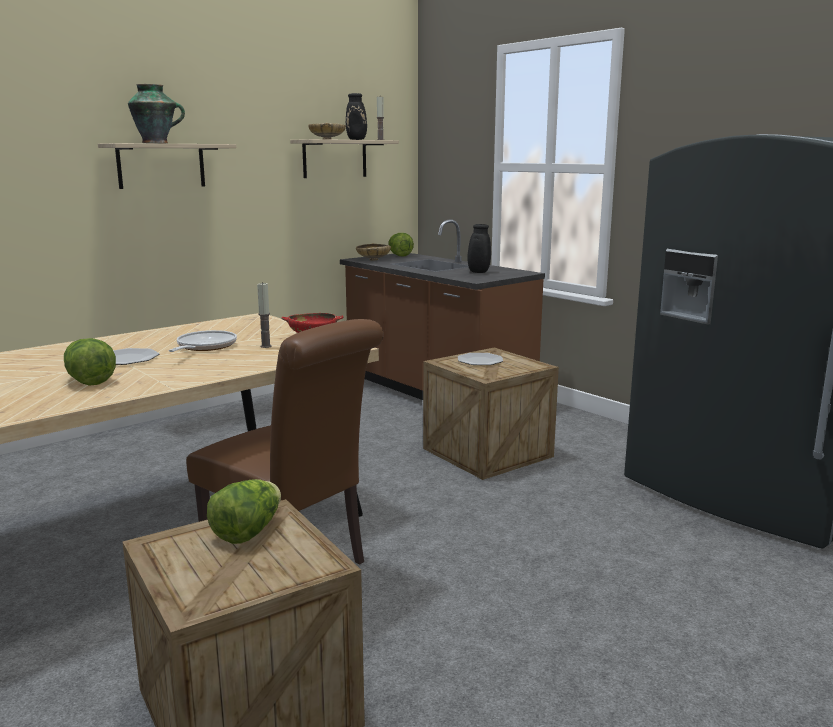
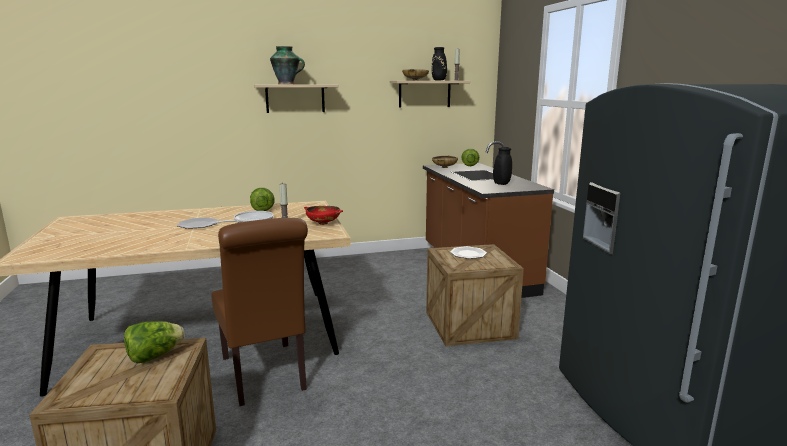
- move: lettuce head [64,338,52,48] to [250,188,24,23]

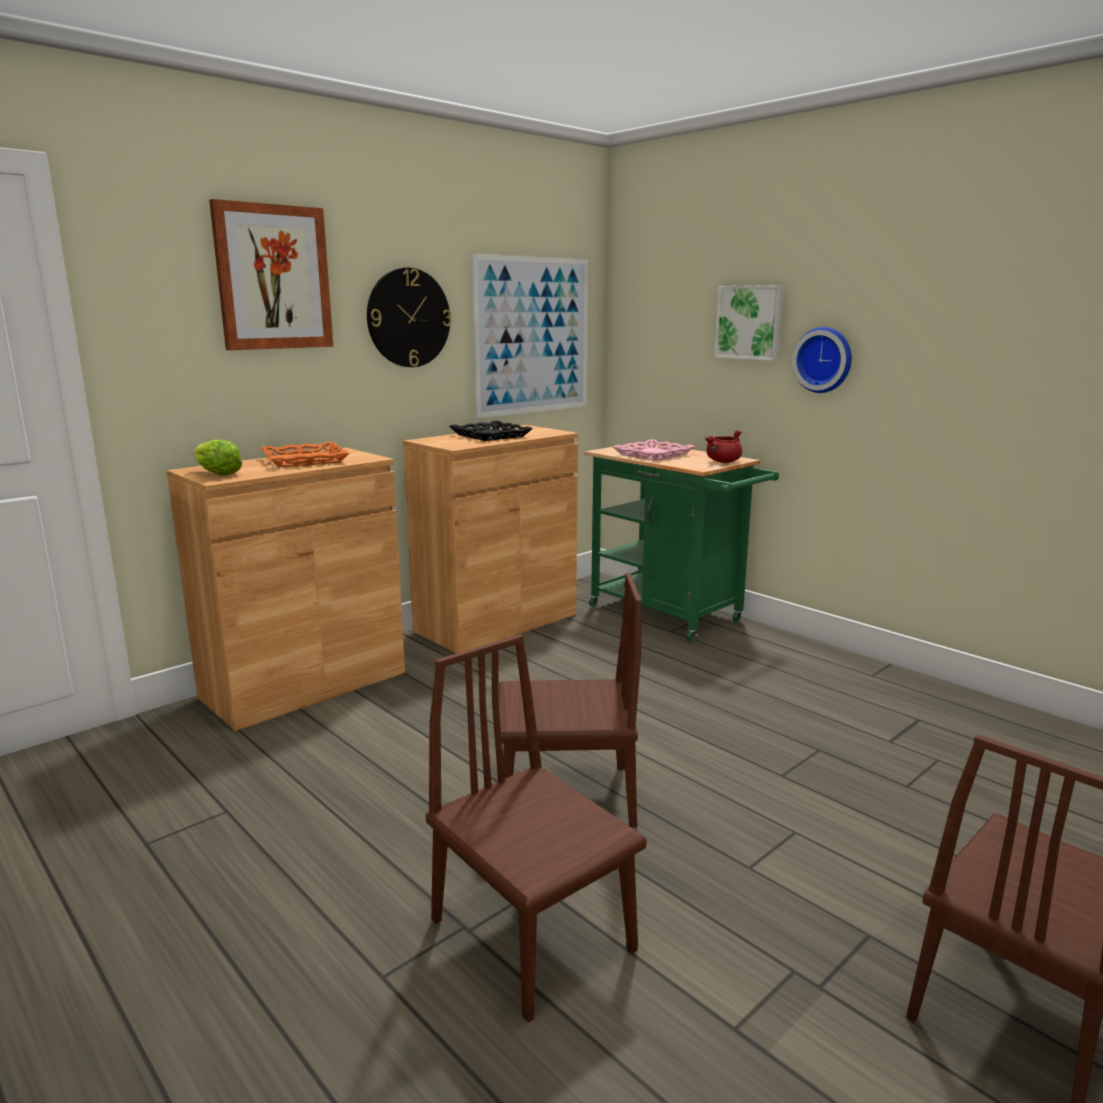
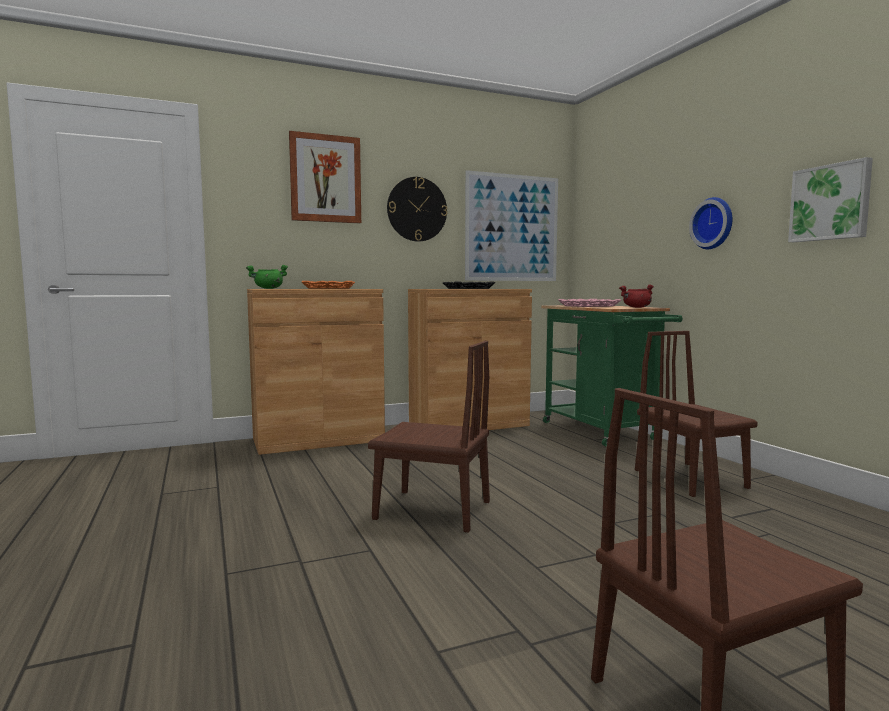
- replace: lettuce head [193,440,49,36] to cooking pot (green) [246,265,42,24]
- move: plain chair (brown-coloured) [426,634,221,389] to [635,331,123,166]
- move: wall picture [714,285,70,76] to [788,157,85,85]

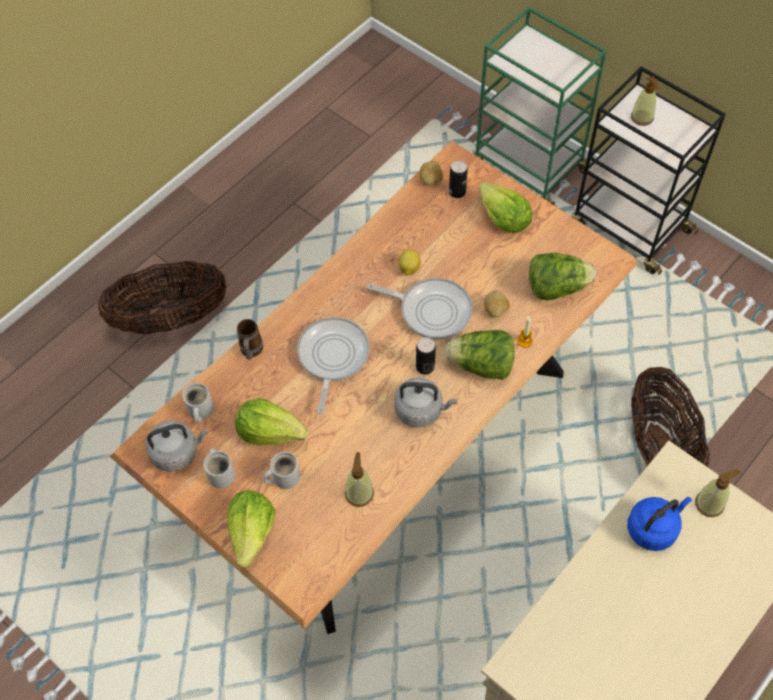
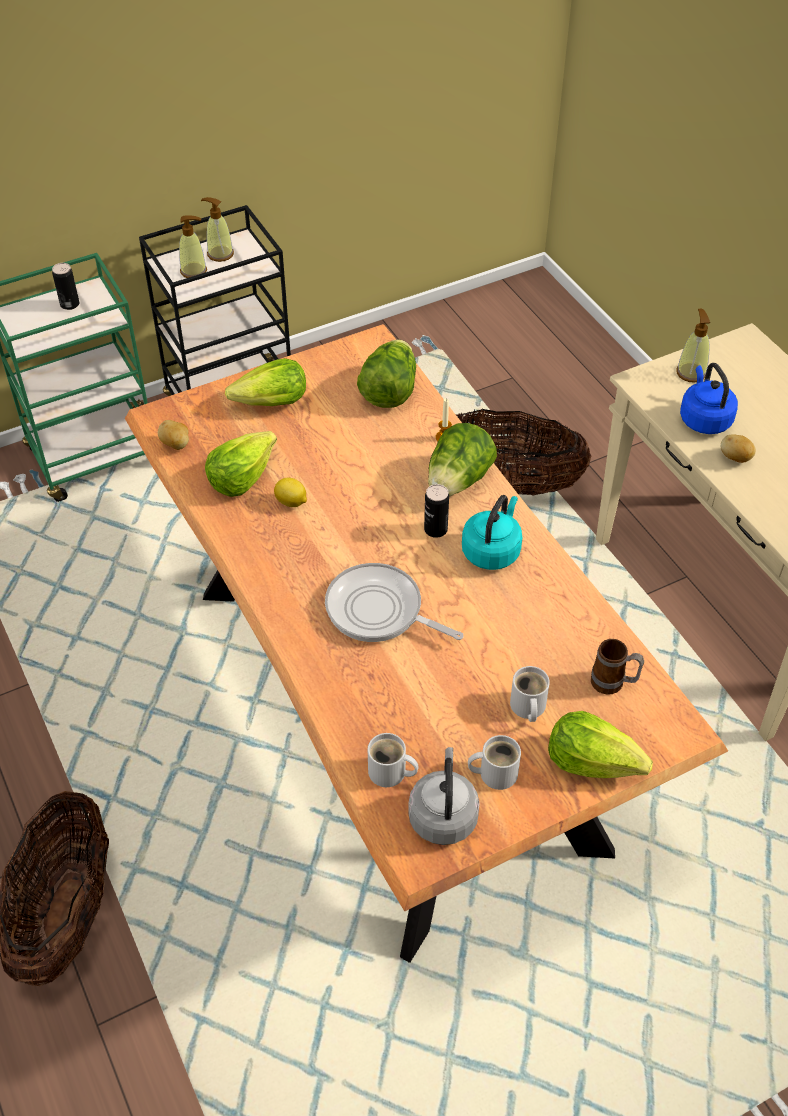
- move: metal can [449,160,19,38] to [52,263,27,47]
- move: soap dispenser [345,452,29,55] to [201,197,33,65]
- move: lettuce head [235,398,73,47] to [205,431,72,66]
- recolor: tea kettle (gray) [394,378,63,50] to tea kettle (turquoise-coloured) [462,495,60,75]
- move: tea mug [237,319,26,41] to [591,639,53,56]
- move: whole potato [484,290,26,28] to [721,434,35,29]
- delete: frying pan [367,278,105,62]

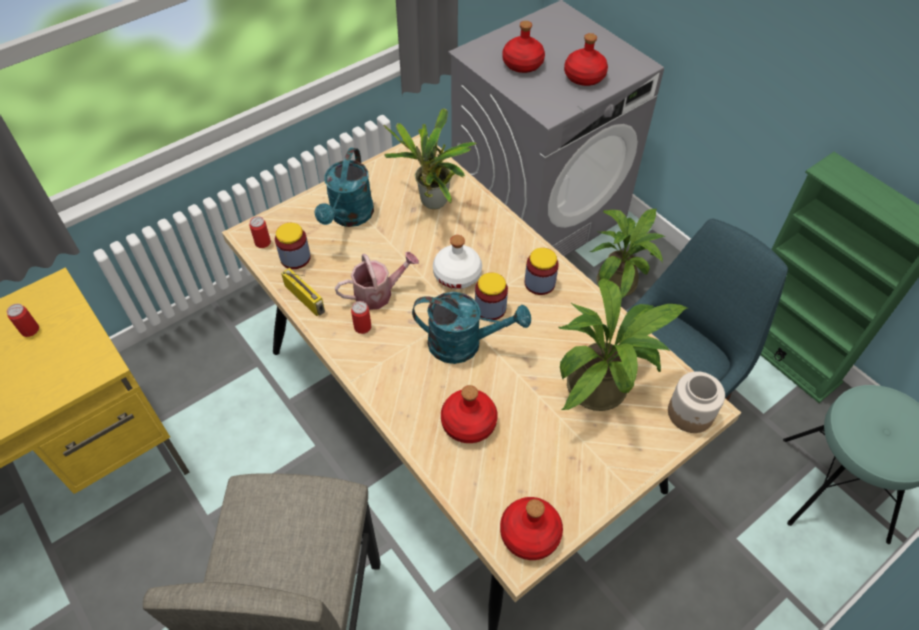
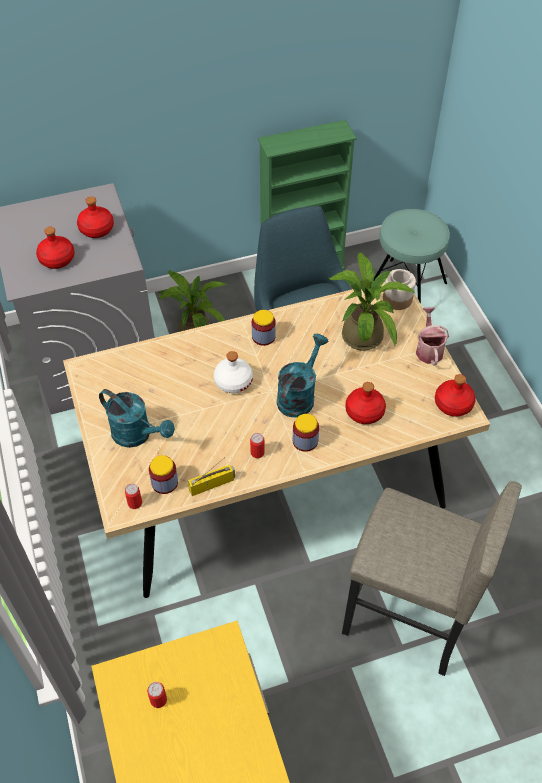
- move: preserve jar [475,272,33,48] to [293,414,26,38]
- move: sprinkling can [335,252,84,58] to [416,308,33,58]
- delete: potted plant [383,108,94,101]

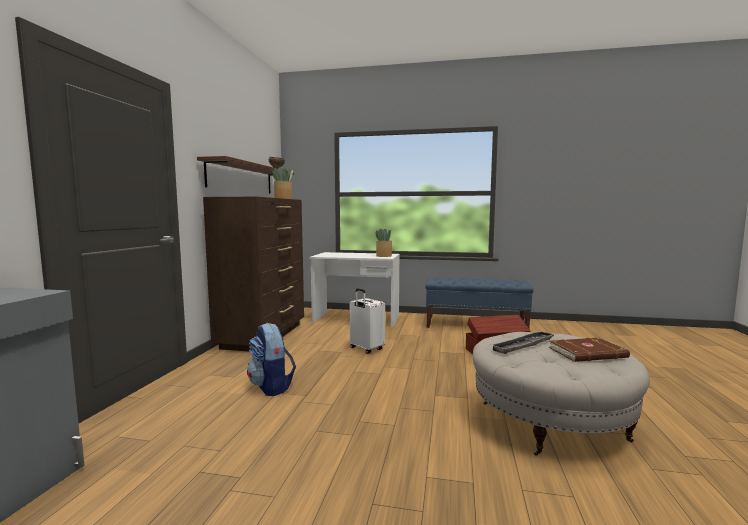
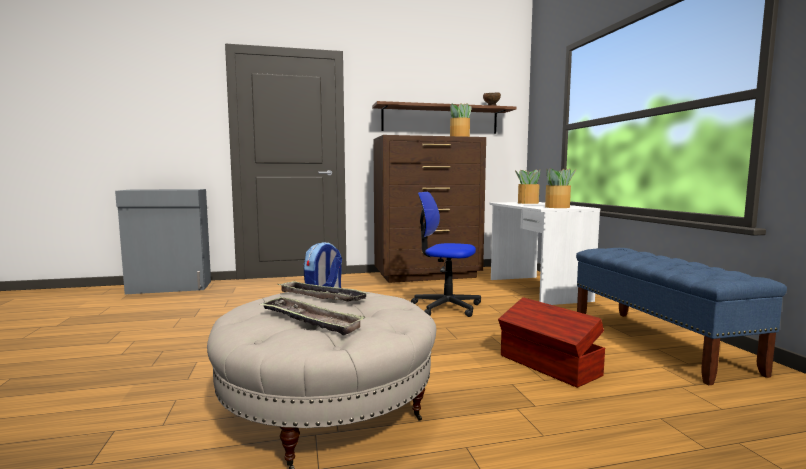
- replace: book (brown-coloured) [549,338,81,24] to serving tray [259,297,106,38]
- replace: piece of luggage (white-coloured) [350,288,35,66] to desk chair [411,192,70,125]
- insert: potted plant [515,169,25,35]

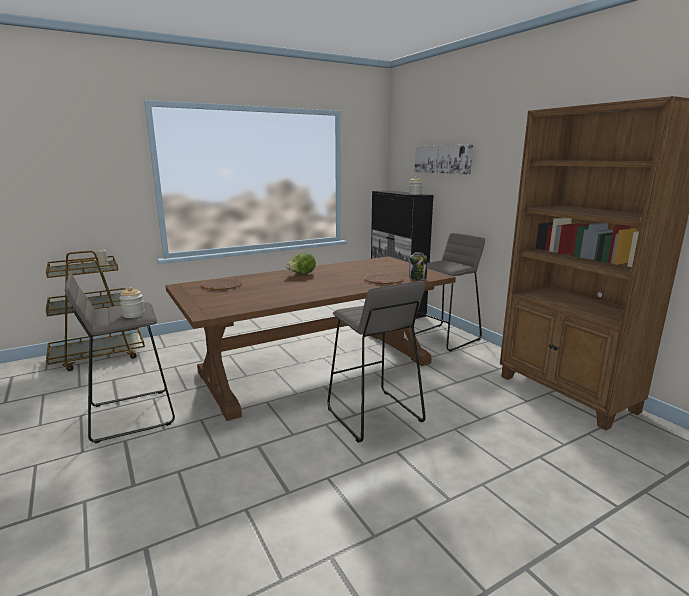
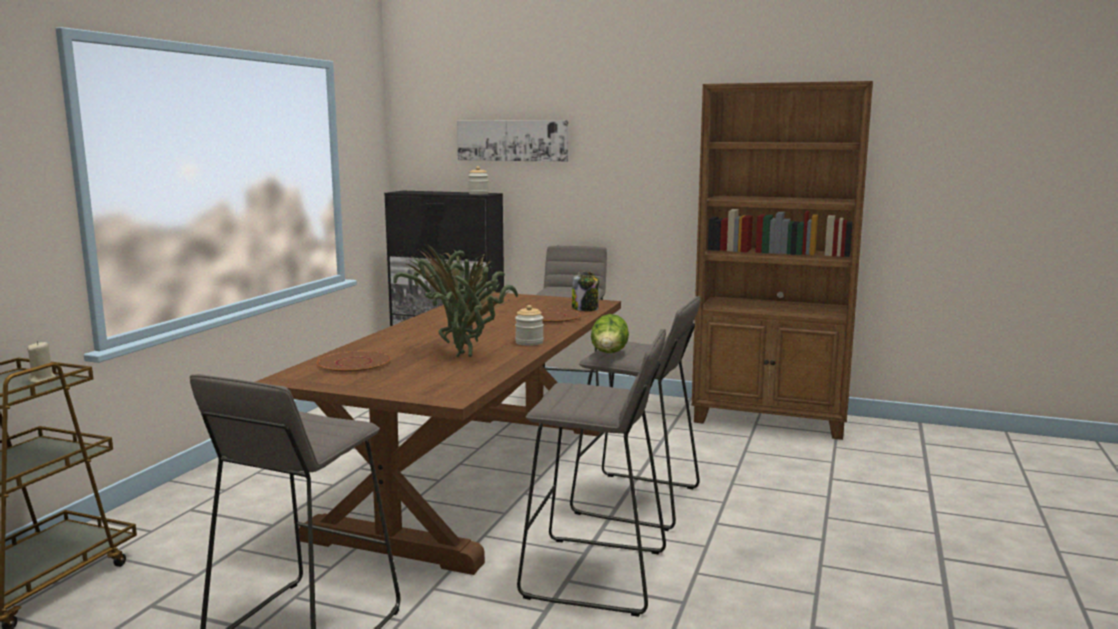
- insert: potted plant [393,242,125,115]
- move: preserve jar [119,287,26,31] to [515,305,29,41]
- insert: sitting stool (gray) [517,329,149,288]
- move: lettuce head [286,253,30,21] to [591,314,38,39]

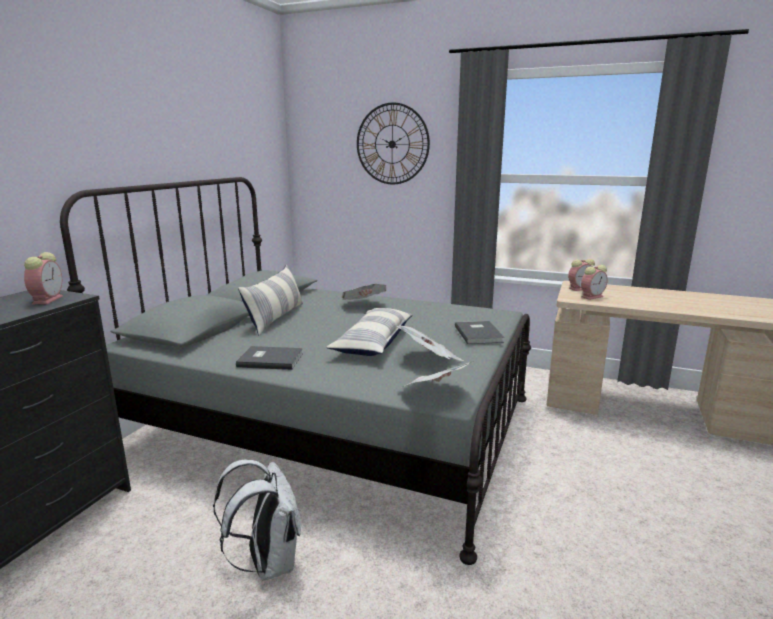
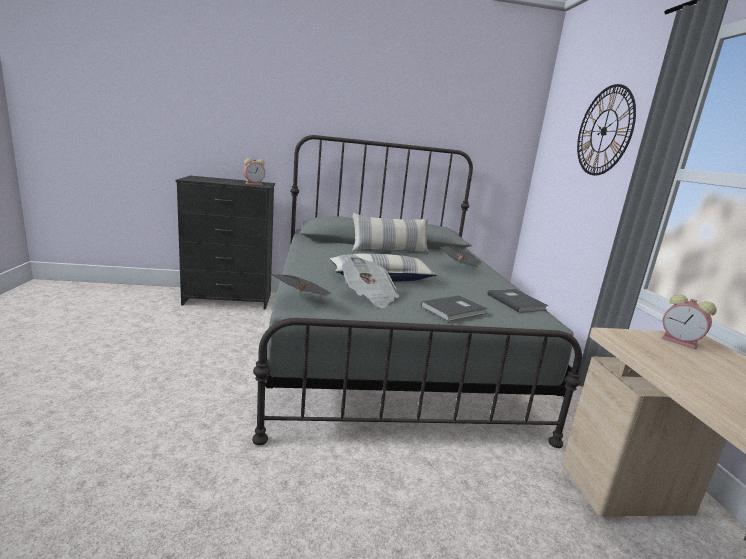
- move: book (gray) [236,346,67,24] to [487,289,61,24]
- delete: knapsack (white-coloured) [213,460,88,121]
- delete: alarm clock [581,265,27,35]

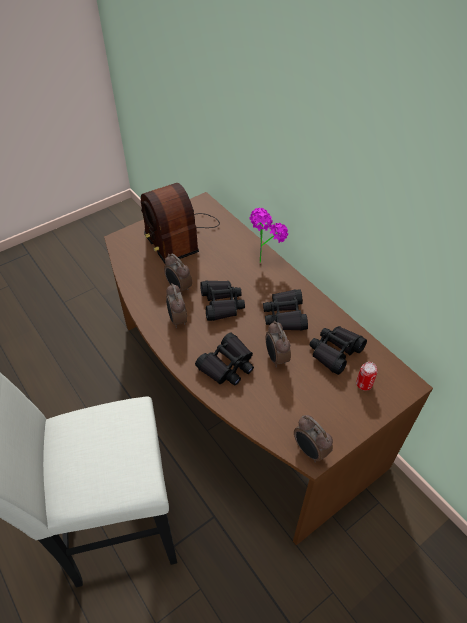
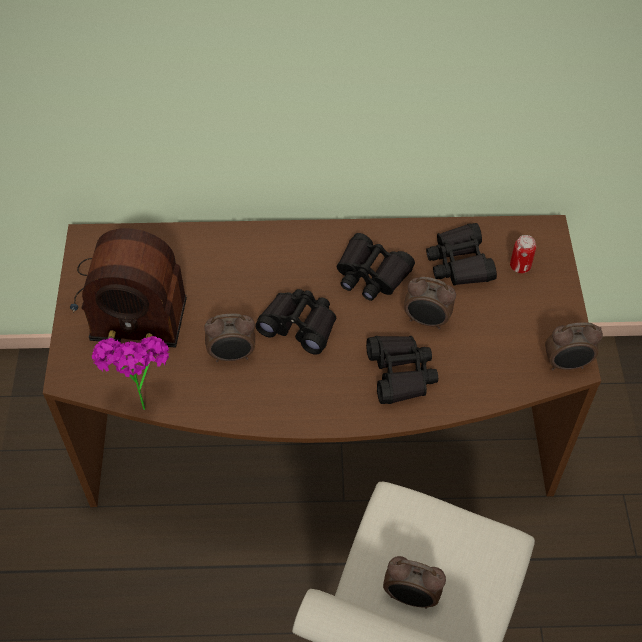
- move: potted plant [250,208,38,55] to [92,336,77,74]
- move: alarm clock [166,283,21,45] to [383,556,63,53]

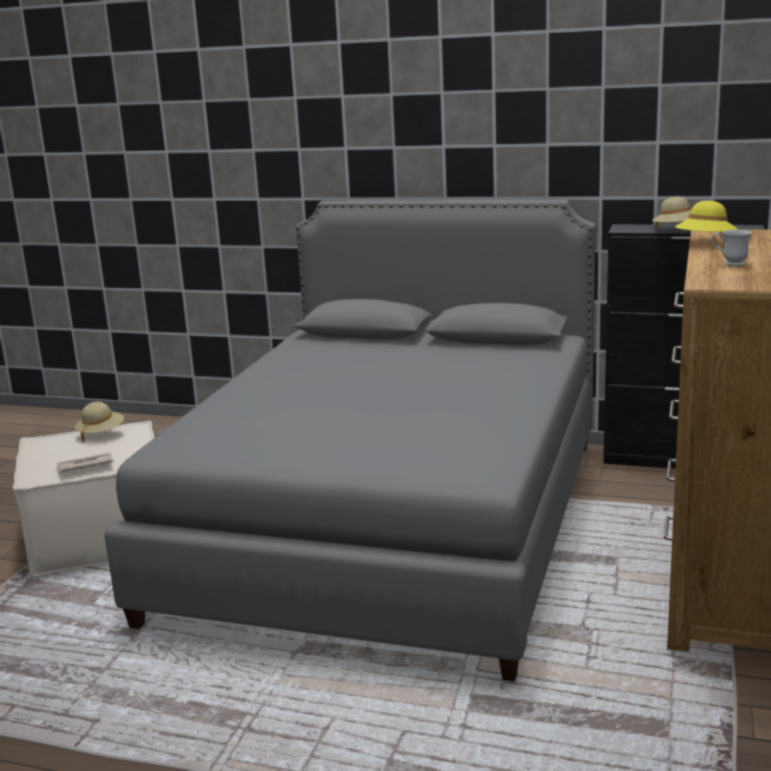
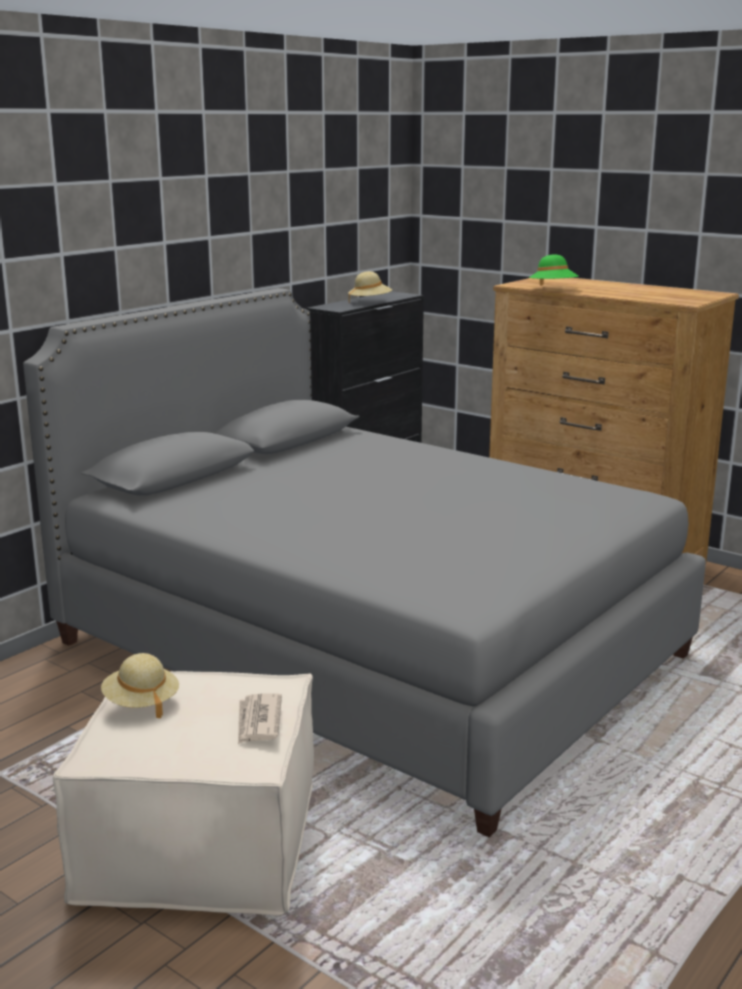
- recolor: clothing hat (yellow-coloured) [675,201,62,37] to clothing hat (green) [529,254,50,32]
- delete: tea mug (white-coloured) [711,230,41,36]

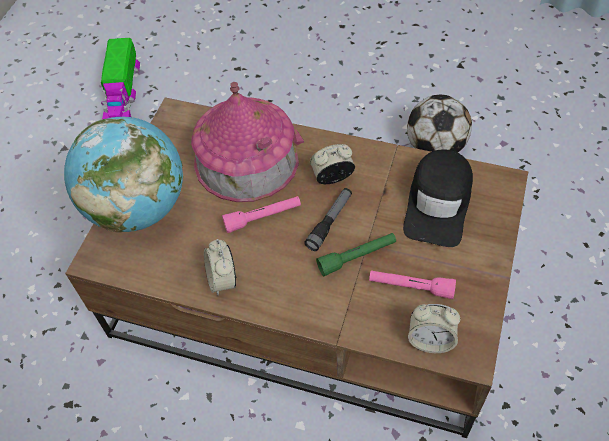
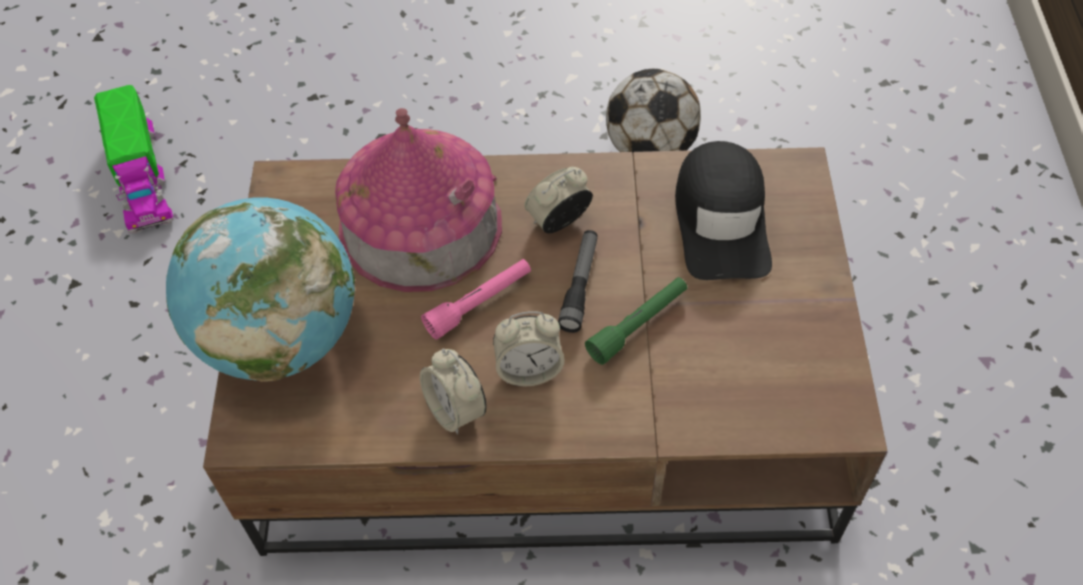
- move: alarm clock [408,304,52,49] to [493,311,72,76]
- delete: torch (pink) [369,270,87,29]

